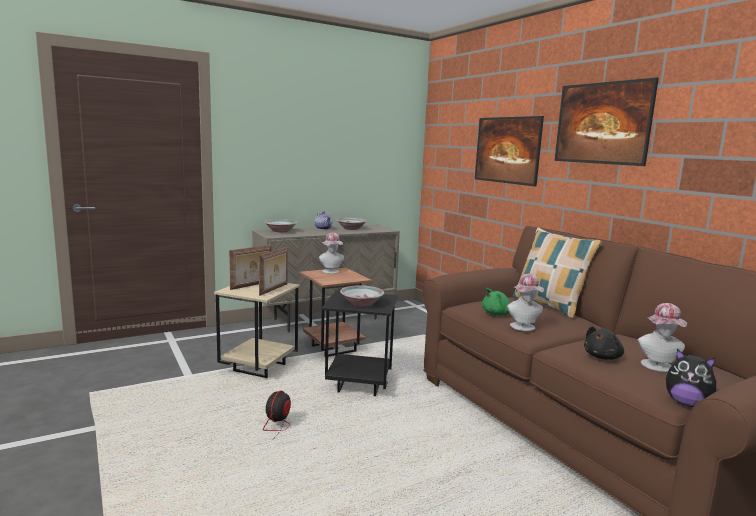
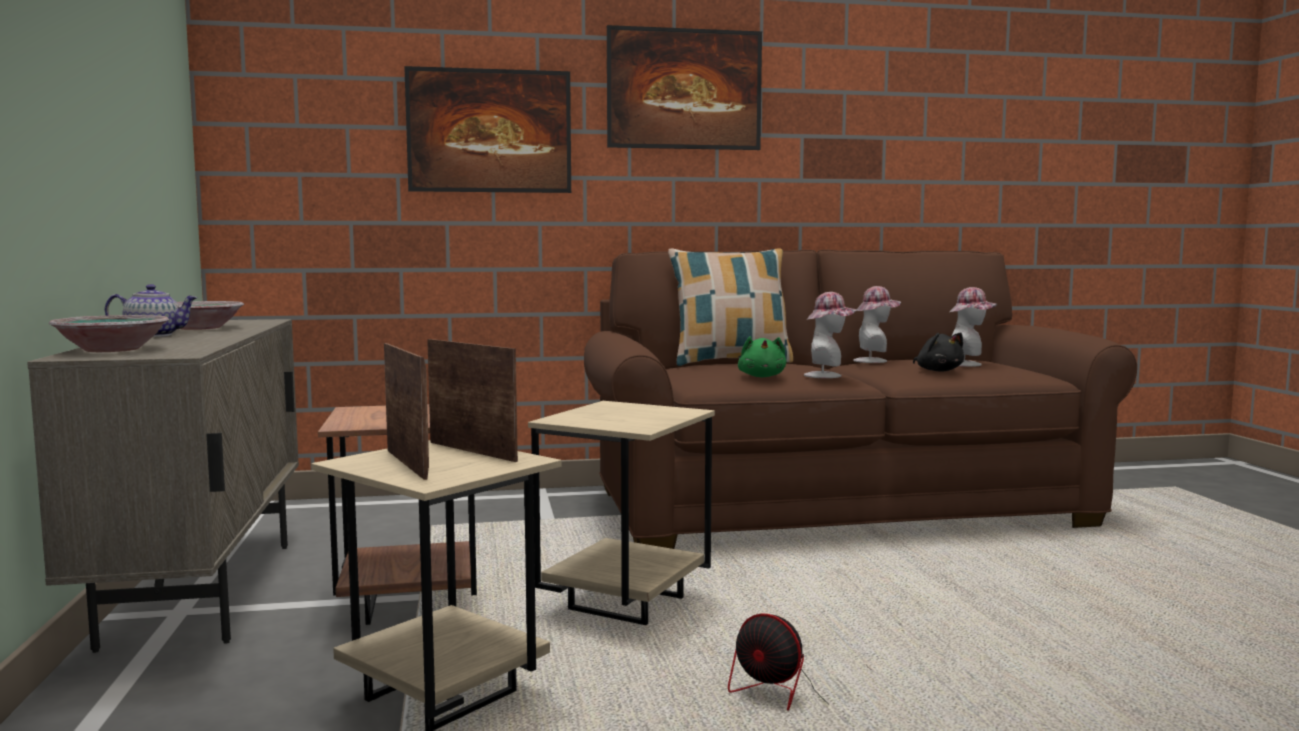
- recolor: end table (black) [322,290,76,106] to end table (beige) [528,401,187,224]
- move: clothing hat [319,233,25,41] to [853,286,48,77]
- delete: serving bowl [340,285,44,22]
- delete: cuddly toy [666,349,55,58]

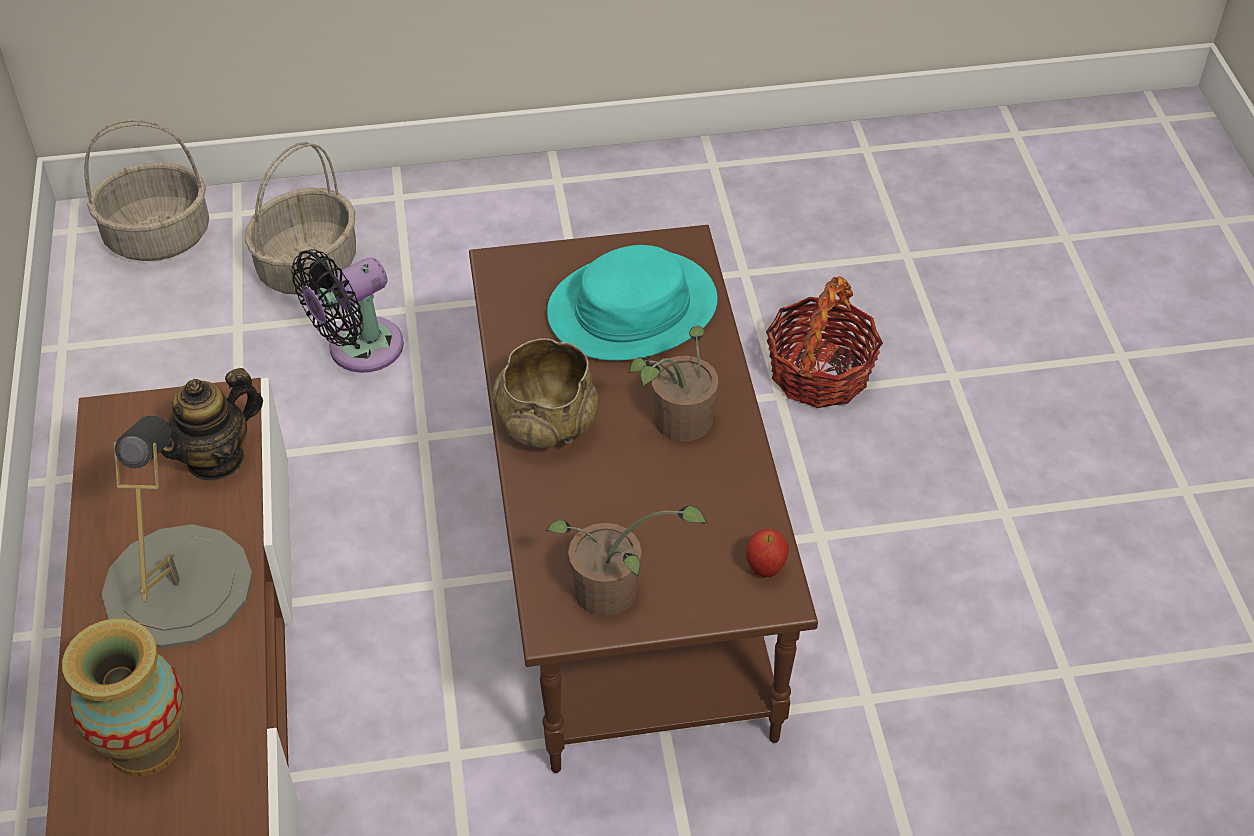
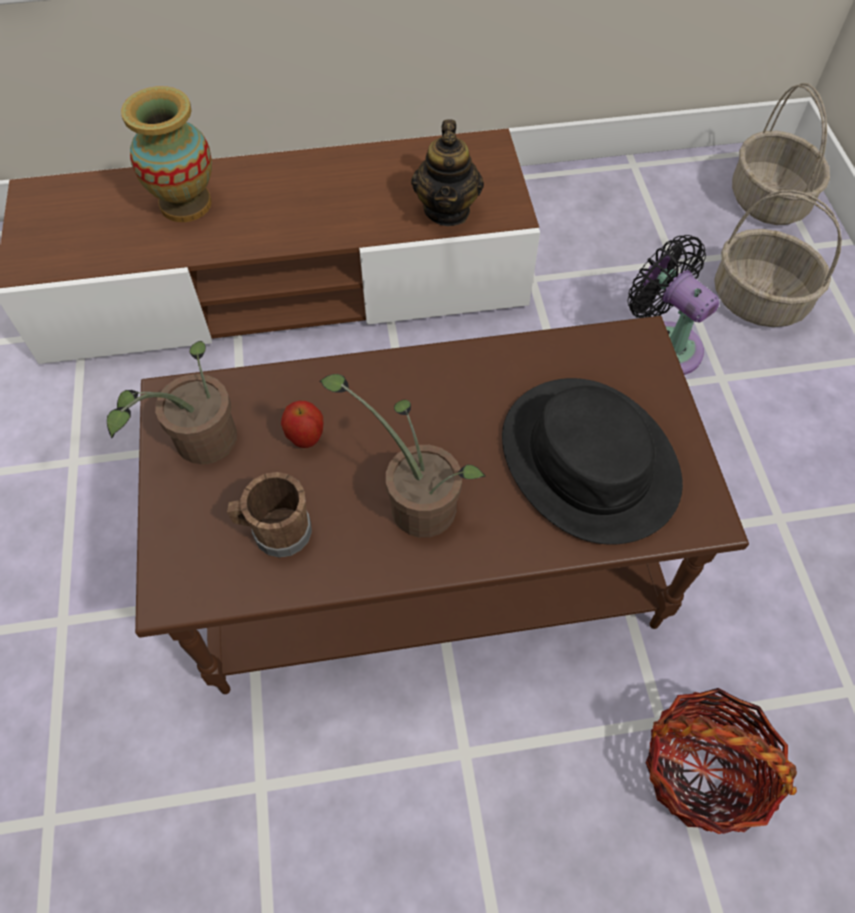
- insert: tea mug (brown-coloured) [227,472,85,86]
- move: apple fruit [746,529,43,48] to [281,401,42,47]
- rotate: tea pot [159,368,104,114] = [411,120,73,106] 135 degrees counterclockwise
- recolor: clothing hat (turquoise-coloured) [547,245,171,116] to clothing hat (black) [502,378,181,167]
- delete: lamp for a table (gray) [101,415,152,233]
- delete: serving bowl (beige) [492,338,107,110]

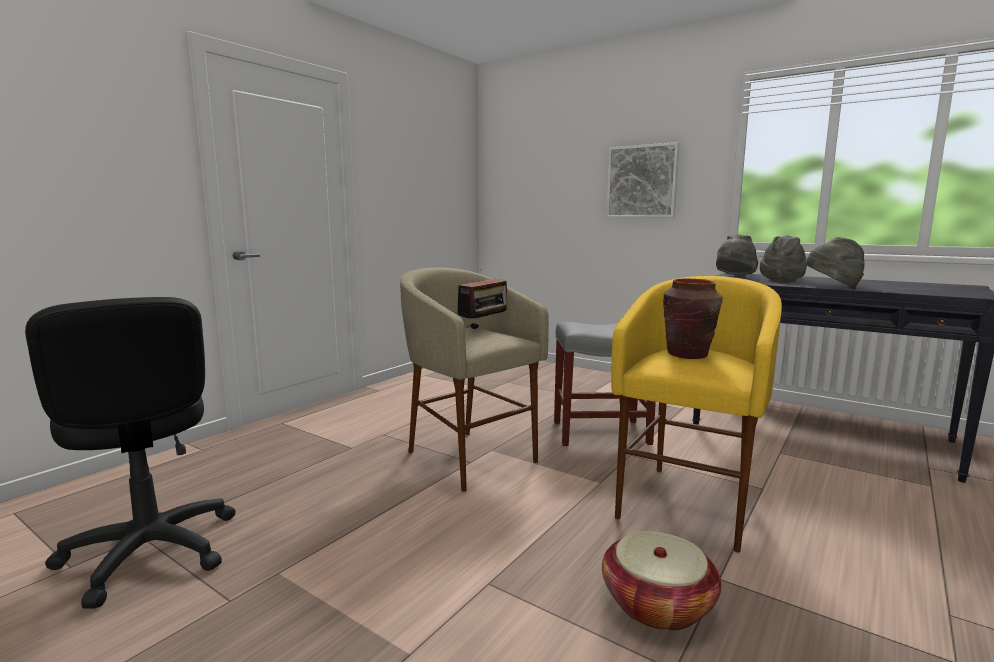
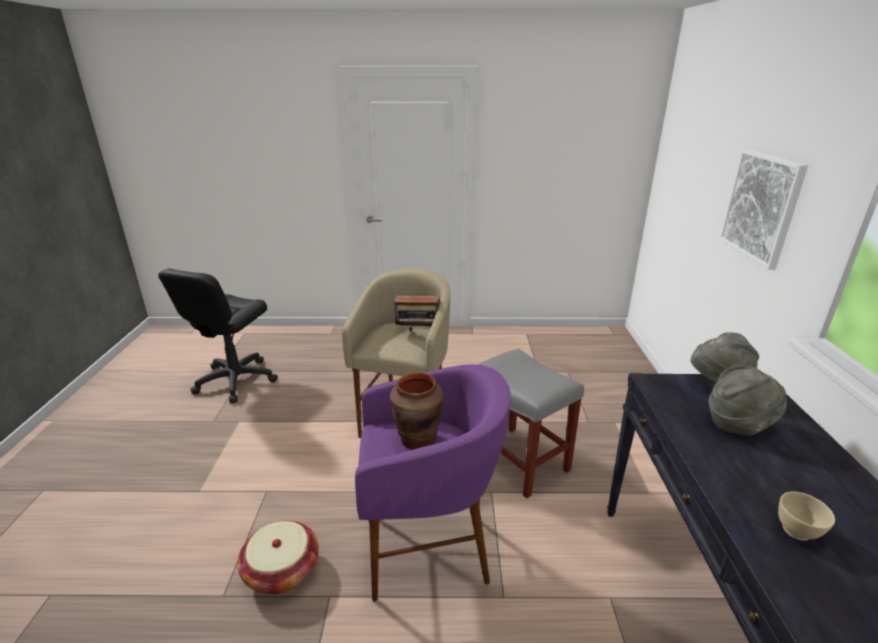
- recolor: sitting stool (yellow-coloured) [611,276,171,276] to sitting stool (purplish) [355,364,156,237]
- insert: serving bowl (beige) [778,491,57,50]
- delete: clothing hat (gray) [806,237,59,51]

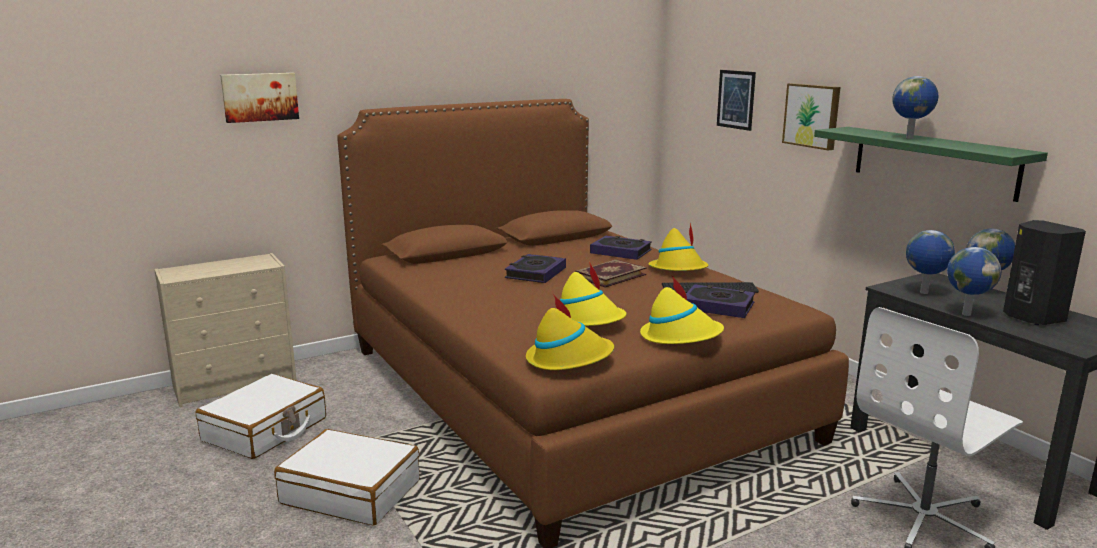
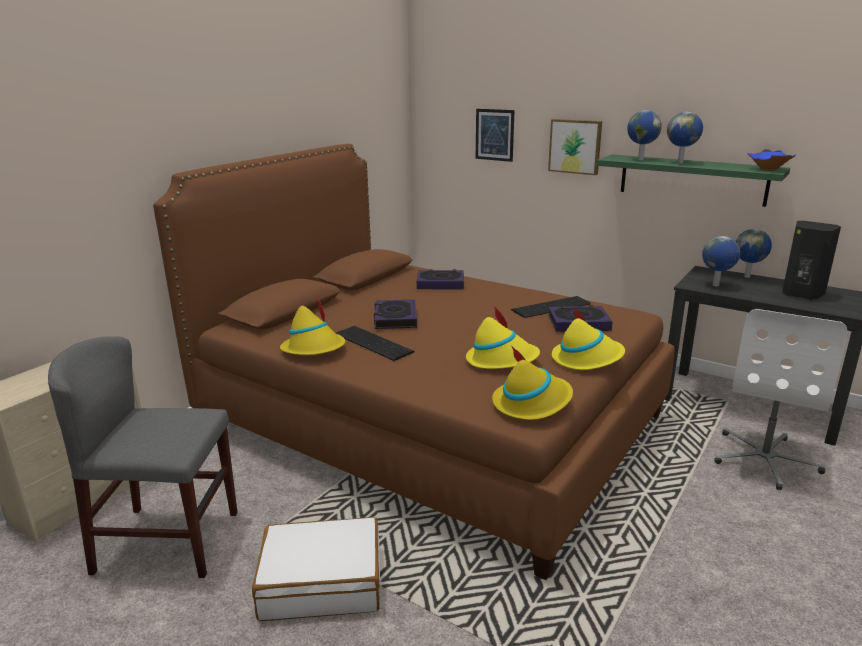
- replace: piece of luggage (white-coloured) [196,374,130,85] to plain chair (gray) [48,336,190,242]
- move: clothing hat (yellow-coloured) [648,223,61,48] to [280,298,66,57]
- insert: computer keyboard [336,326,79,35]
- move: globe [947,247,55,69] to [627,110,35,50]
- insert: serving bowl (bluish) [747,149,49,22]
- delete: wall picture [220,73,79,50]
- delete: book [575,259,72,29]

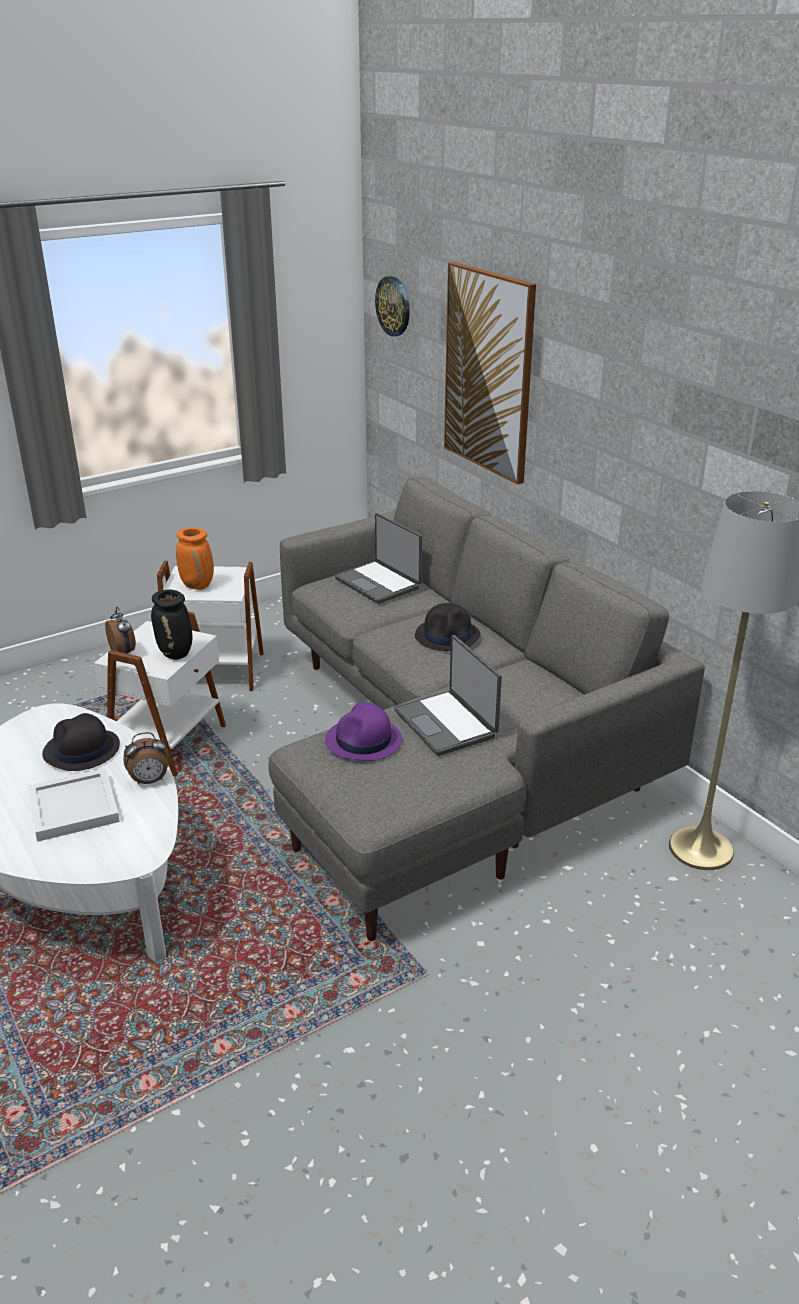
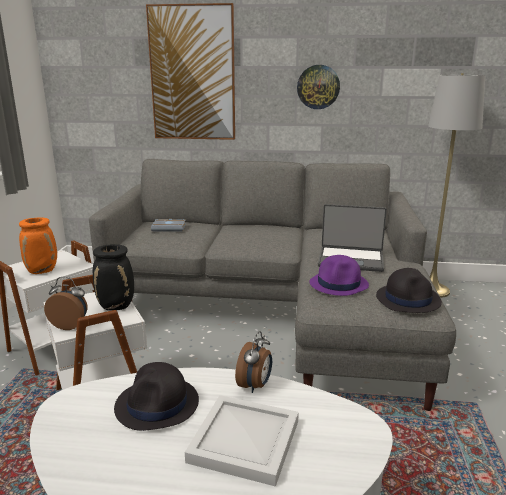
- replace: laptop [335,513,87,91] to book (gray) [151,219,35,13]
- move: hanging clock [375,276,35,60] to [297,65,43,44]
- move: clothing hat (black) [415,603,66,48] to [376,268,66,45]

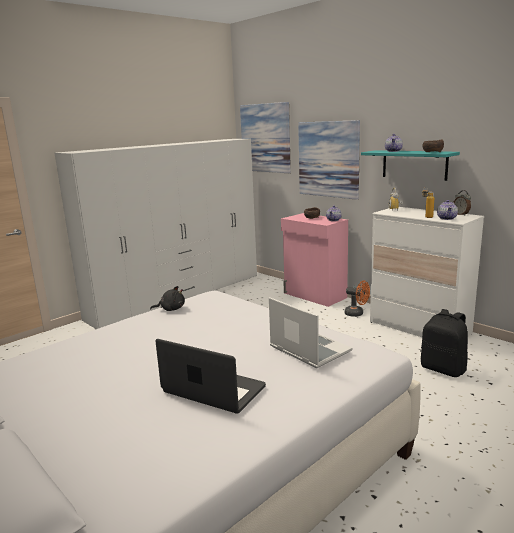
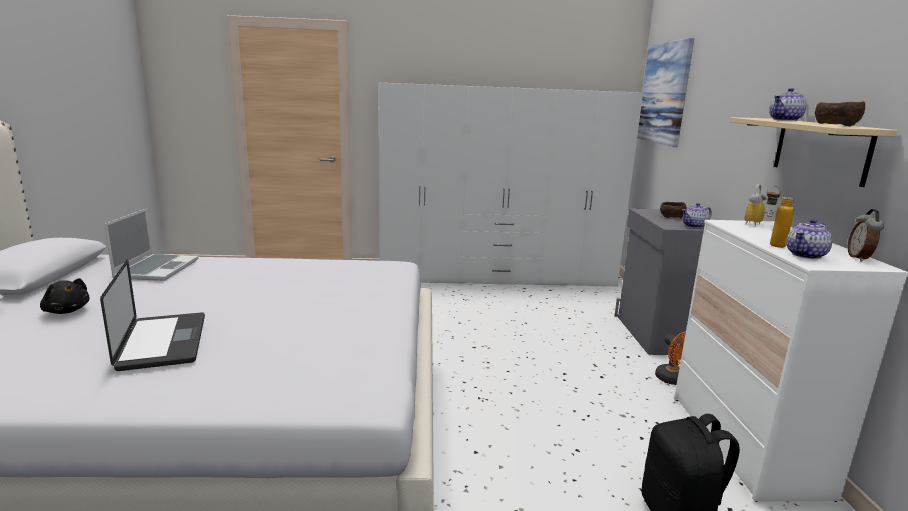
- move: cuddly toy (black) [150,286,35,25] to [40,278,49,36]
- move: laptop [269,297,83,71] to [104,208,94,73]
- recolor: cabinet (pink) [281,213,67,94] to cabinet (gray) [615,208,89,147]
- recolor: shelf (turquoise-coloured) [361,150,99,31] to shelf (beige) [729,117,168,70]
- delete: wall picture [298,120,62,80]

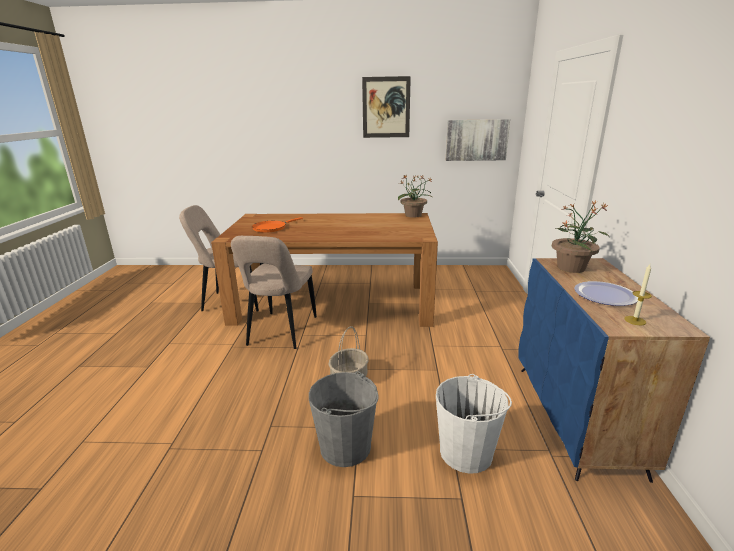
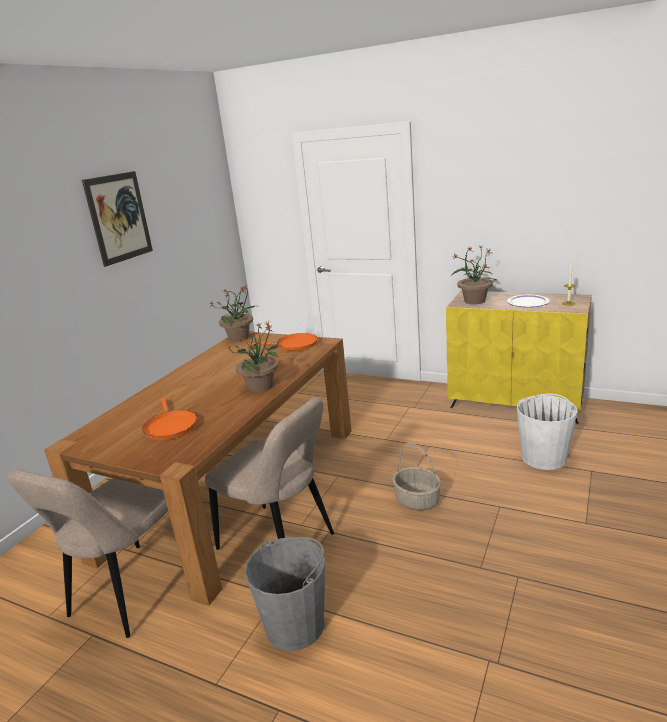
- insert: potted plant [227,321,53,71]
- move: water bucket (gray) [309,371,69,96] to [245,537,80,114]
- insert: frying pan (orangey) [248,333,70,18]
- recolor: cabinet (bluish) [519,258,191,225] to cabinet (yellow-coloured) [446,291,146,133]
- delete: wall picture [446,119,64,42]

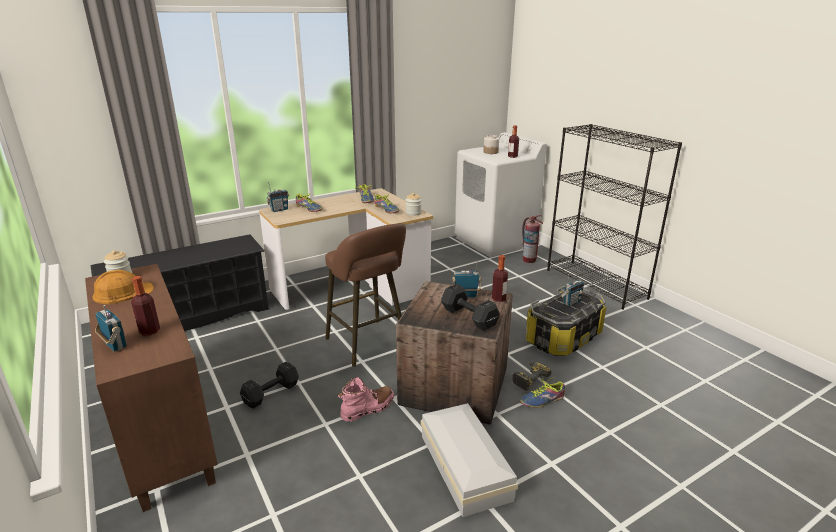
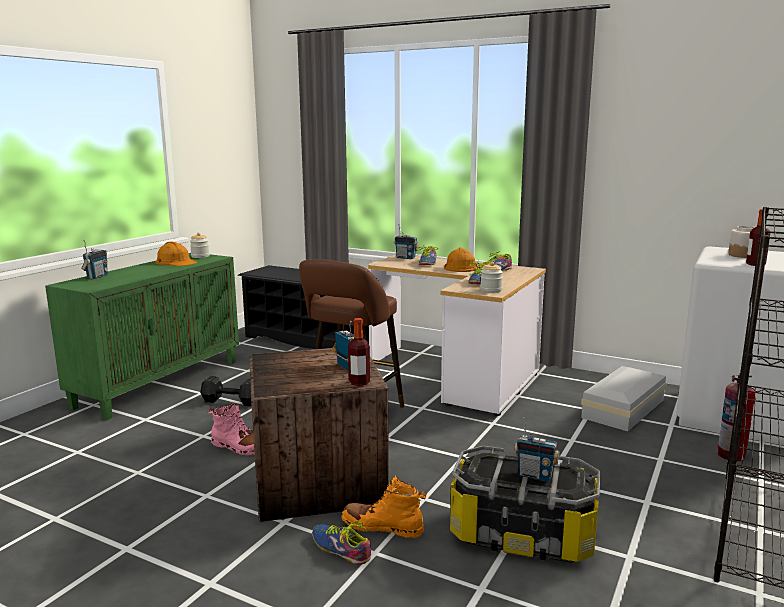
- recolor: cabinet (brown-coloured) [85,264,133,248] to cabinet (green) [45,253,194,167]
- replace: electric drill [512,361,40,30] to tall boot (orangey) [341,475,86,63]
- insert: work helmet (orangey) [444,247,33,25]
- move: storage bin (white-coloured) [421,403,97,114] to [581,366,86,65]
- delete: beverage bottle [131,276,29,60]
- delete: dumbbell (black) [441,284,59,47]

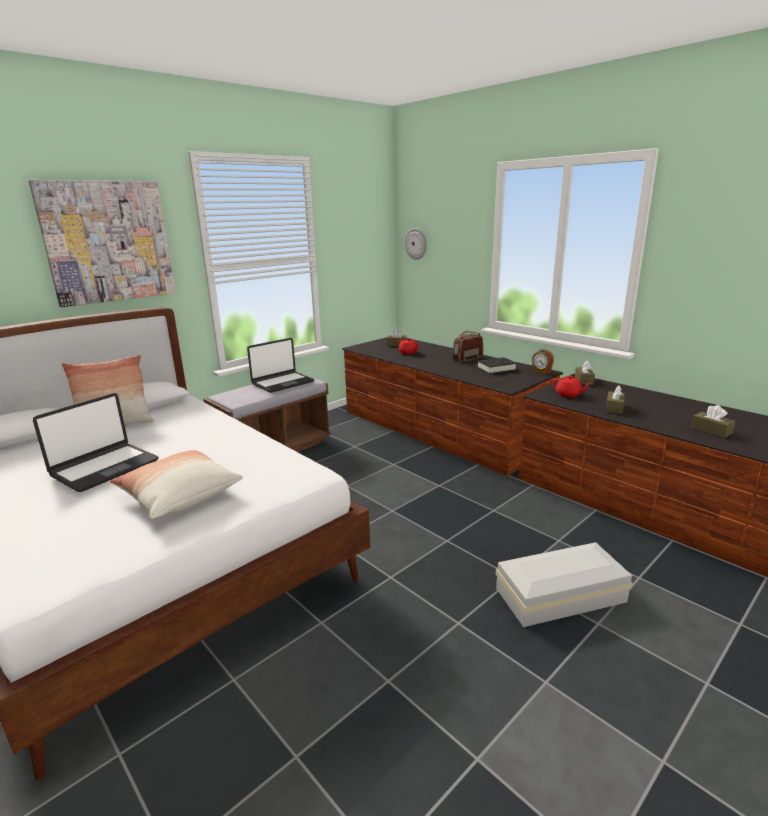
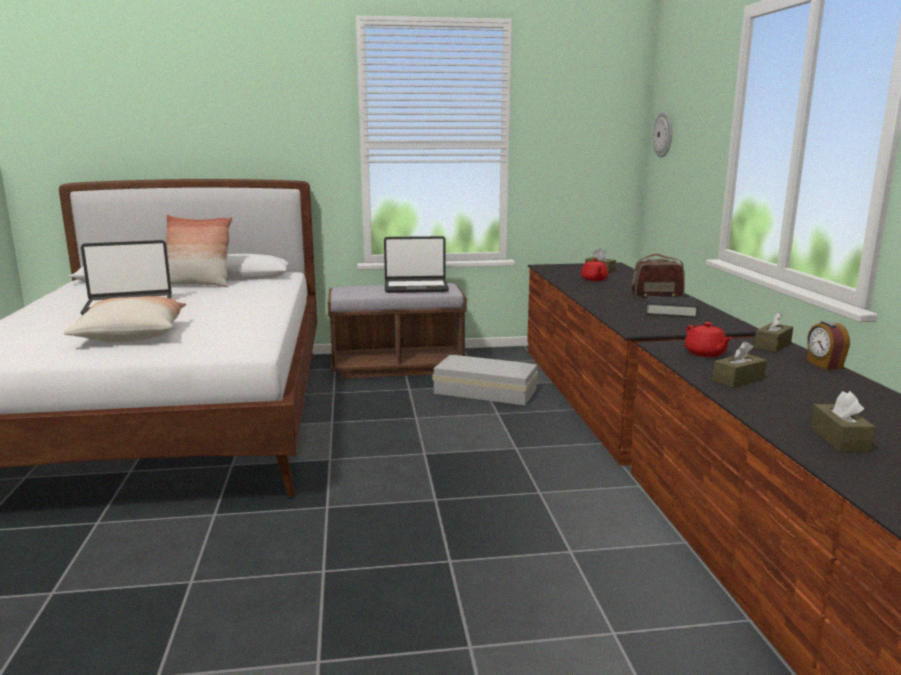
- move: storage bin (white-coloured) [496,542,137,85] to [432,355,106,50]
- move: alarm clock [532,349,22,25] to [807,321,43,49]
- delete: wall picture [29,180,146,127]

